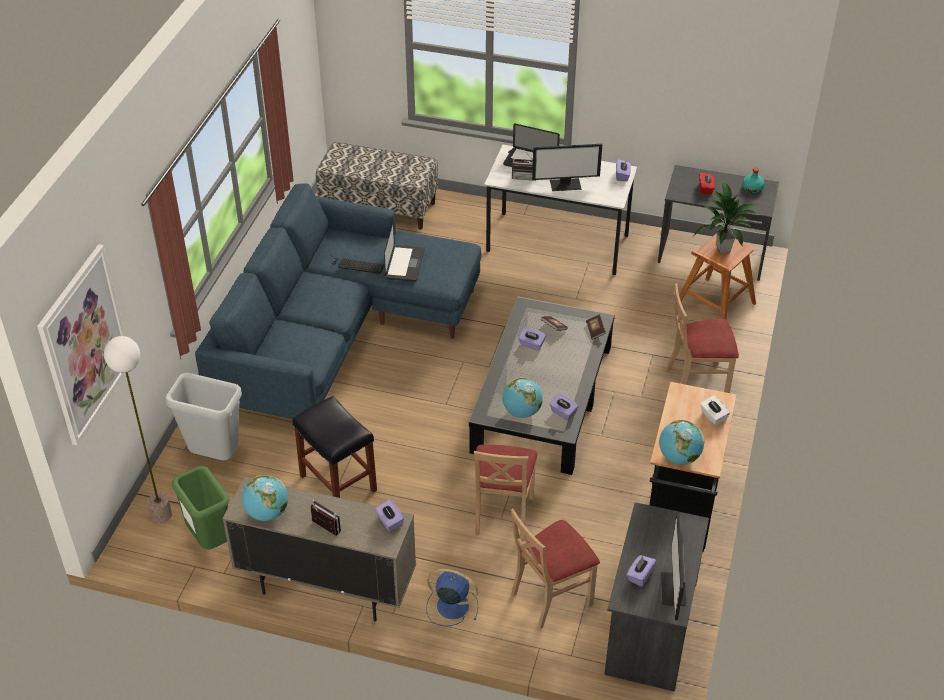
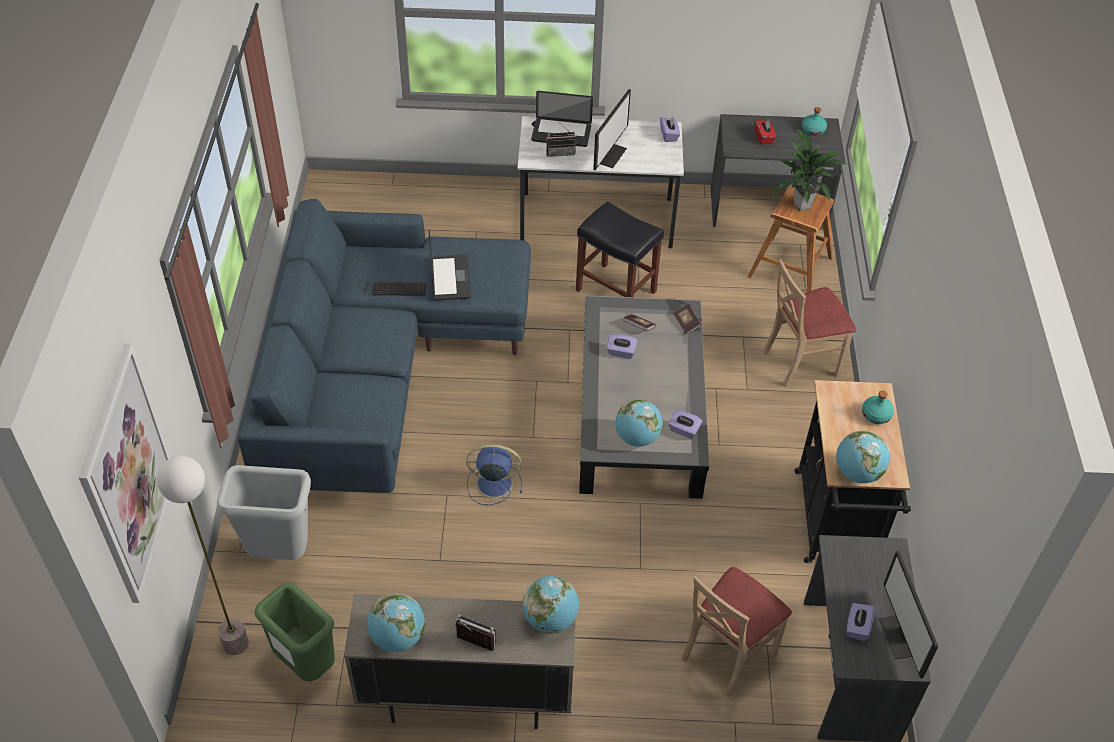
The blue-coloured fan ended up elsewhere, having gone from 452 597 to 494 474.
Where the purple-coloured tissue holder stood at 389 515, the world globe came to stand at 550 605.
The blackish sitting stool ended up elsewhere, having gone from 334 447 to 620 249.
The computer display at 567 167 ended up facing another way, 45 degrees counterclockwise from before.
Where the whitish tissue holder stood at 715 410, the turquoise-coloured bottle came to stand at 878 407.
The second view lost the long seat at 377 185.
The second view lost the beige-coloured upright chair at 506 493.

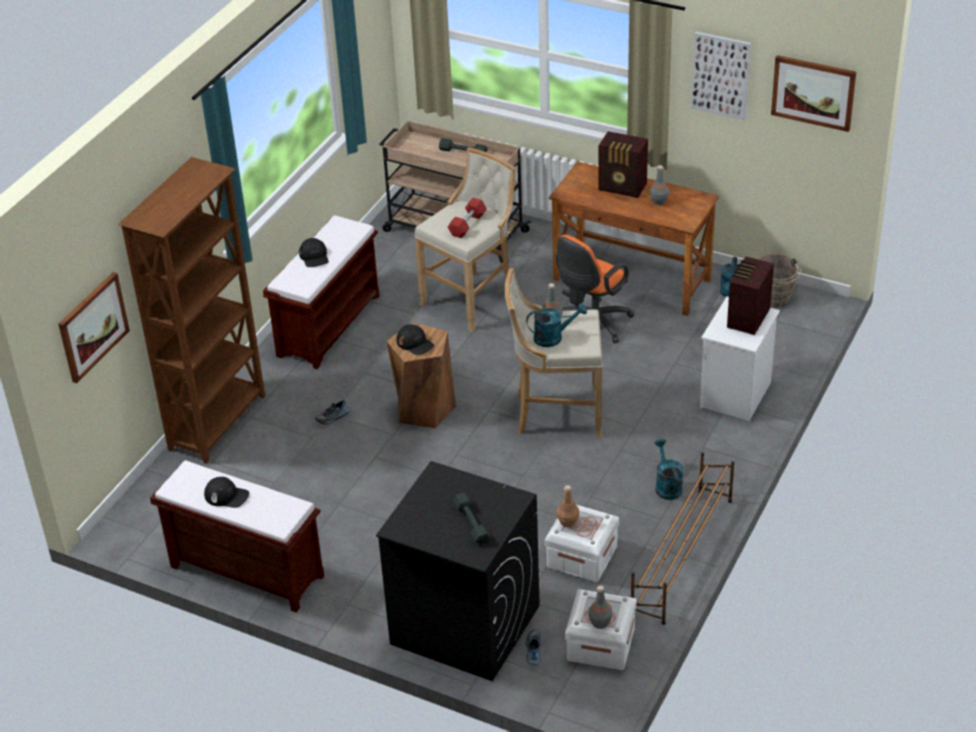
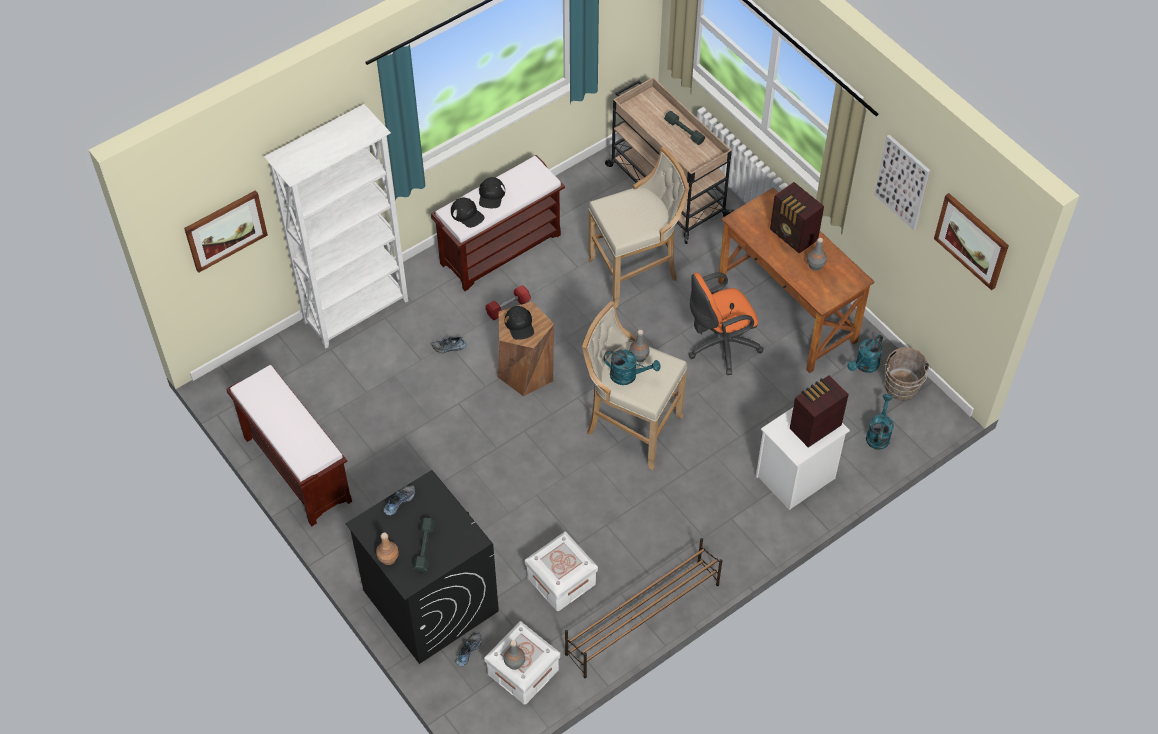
What was the brownish bookshelf at 191 310 turned into the whitish bookshelf at 336 226.
The brownish bottle ended up elsewhere, having gone from 568 506 to 387 549.
The second view gained the shoe at 399 500.
The blackish baseball cap ended up elsewhere, having gone from 226 492 to 468 213.
The red free weight ended up elsewhere, having gone from 467 218 to 508 302.
The turquoise-coloured sprinkling can ended up elsewhere, having gone from 669 469 to 880 422.

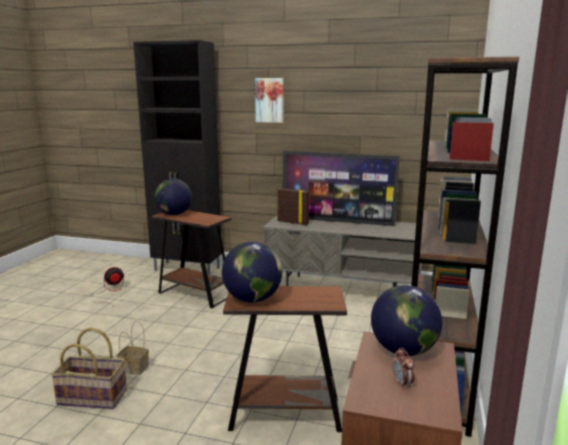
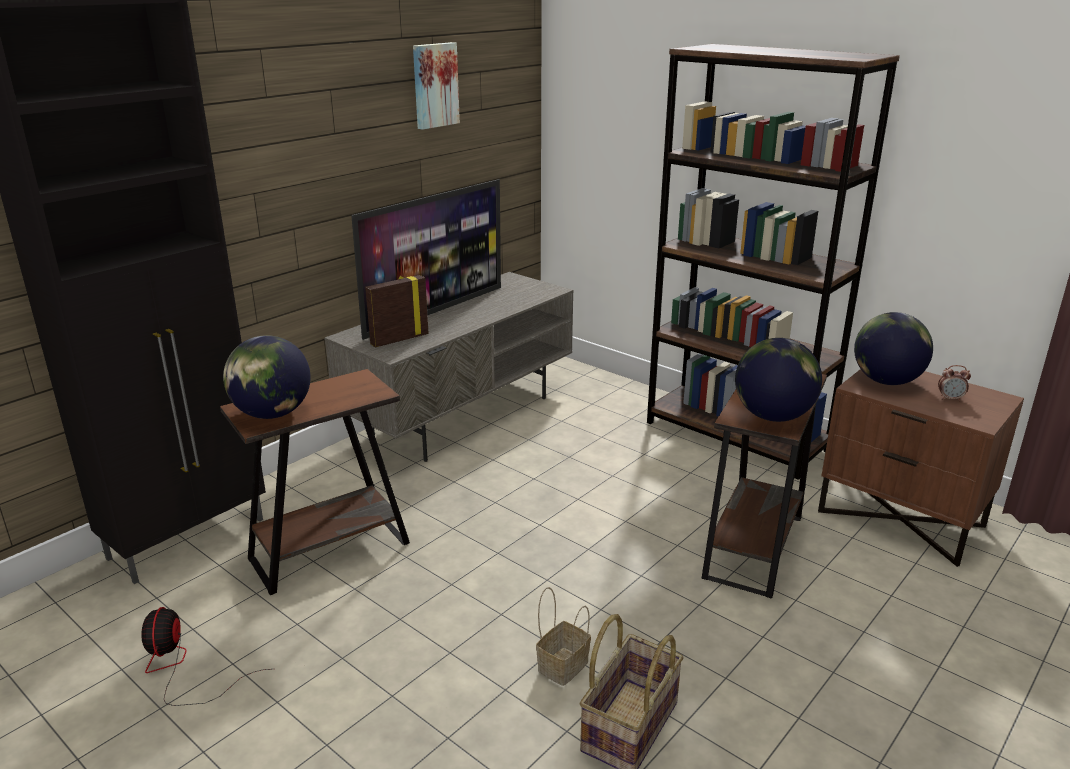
The picture ended up elsewhere, having gone from 269 100 to 436 86.

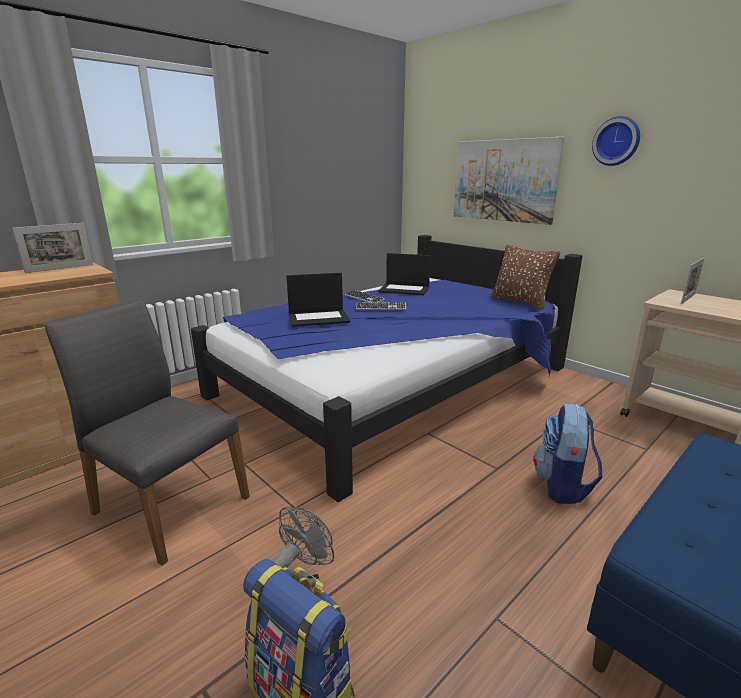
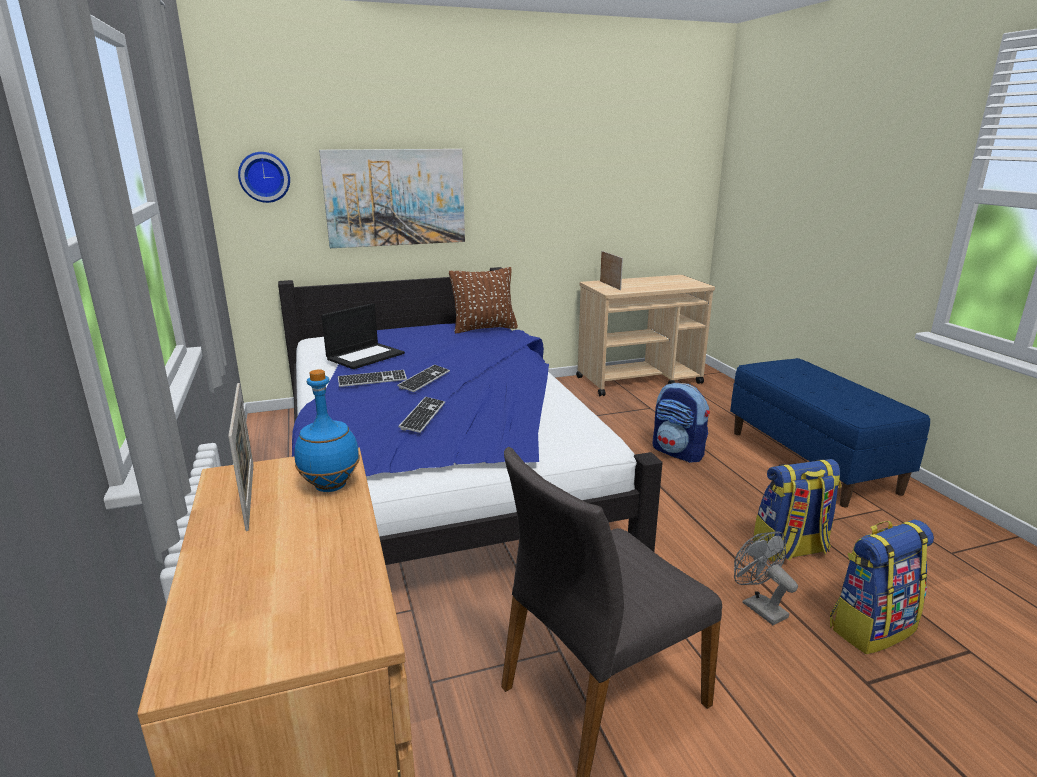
The clock on the wall ended up elsewhere, having gone from 616 141 to 264 177.
The second view gained the blue-coloured bottle at 327 430.
Where the notebook computer stood at 318 300, the computer keyboard came to stand at 421 415.
The second view gained the rucksack at 797 510.

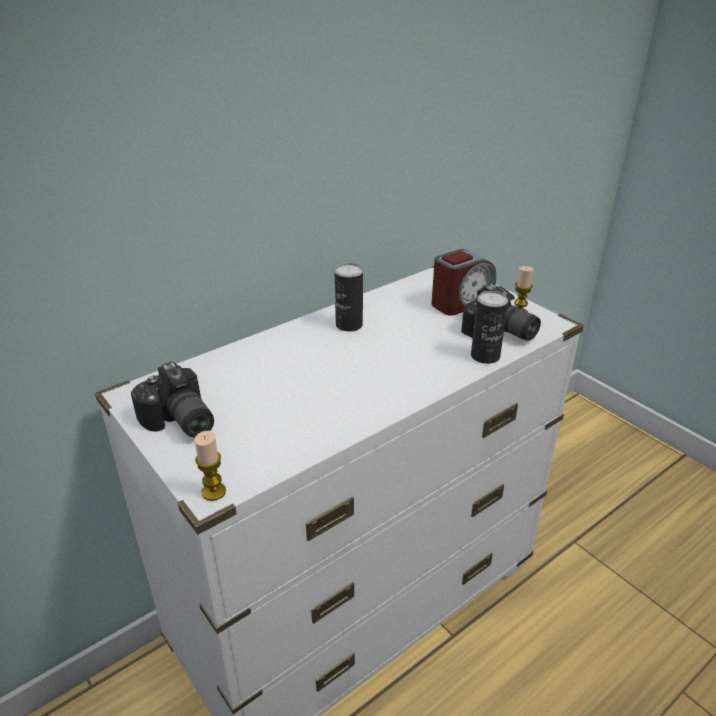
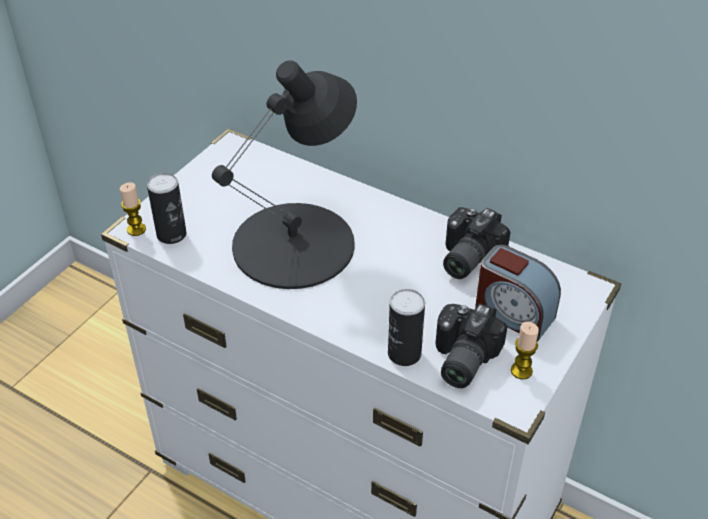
The metal can ended up elsewhere, having gone from 349 297 to 167 208.
The second view gained the blackish table lamp at 284 175.
The photo camera ended up elsewhere, having gone from 172 400 to 476 243.

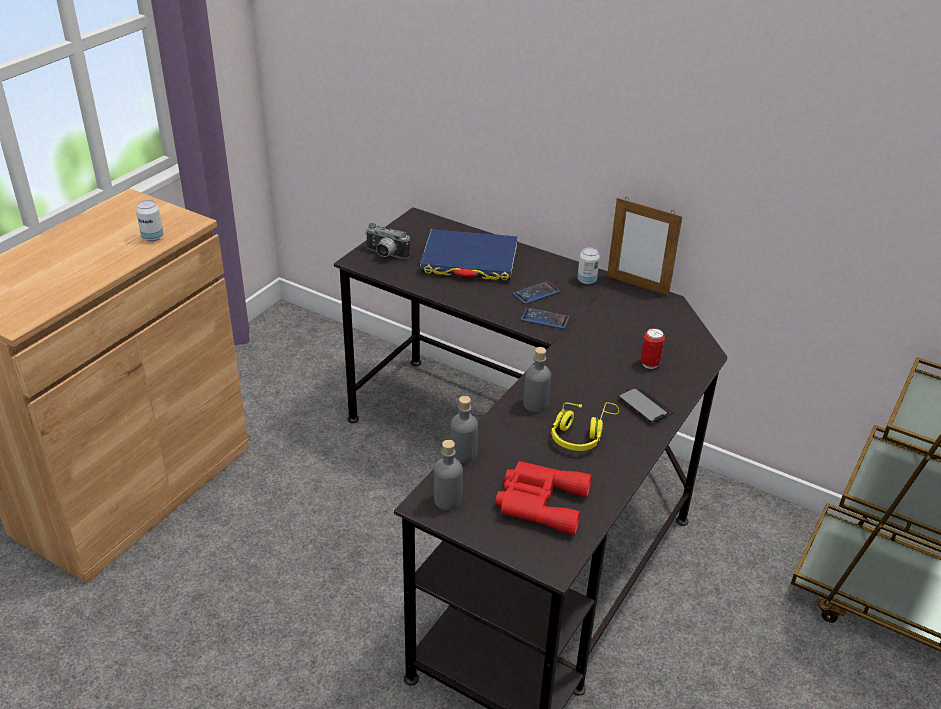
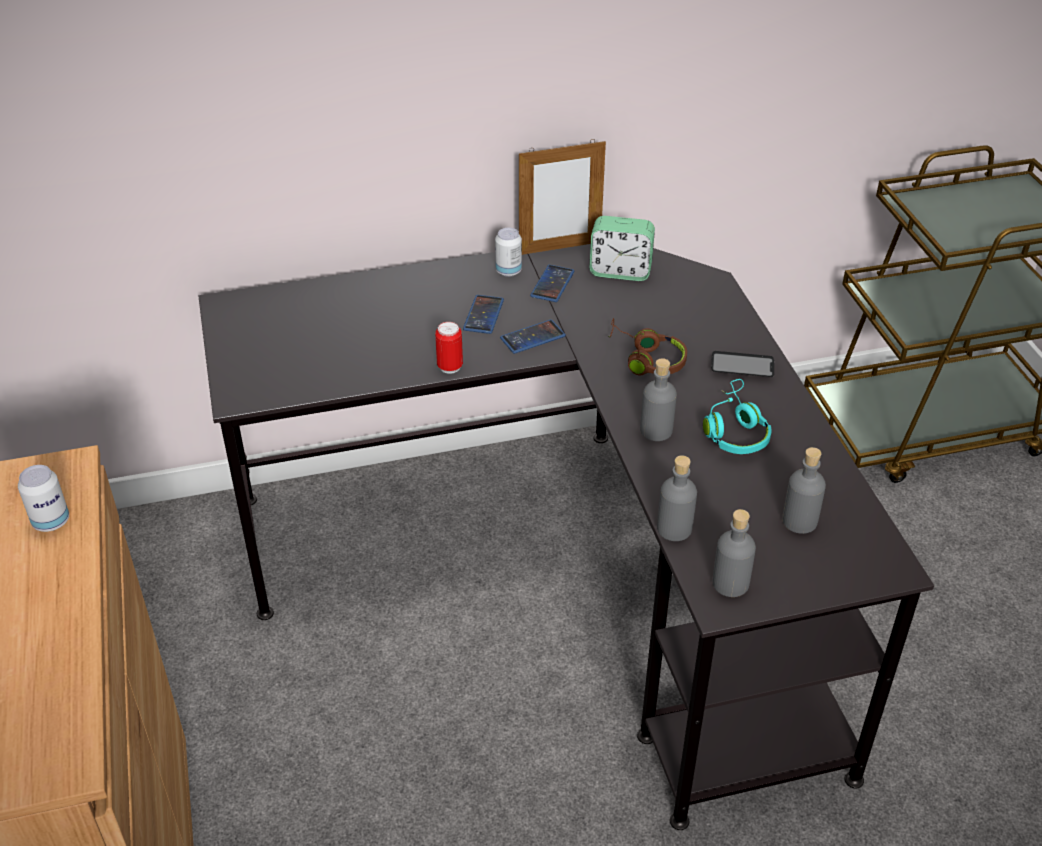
The metal can ended up elsewhere, having gone from 653 348 to 449 348.
The second view gained the telephone at 552 283.
The second view gained the bedside clock at 622 248.
The second view gained the brownish headphones at 647 346.
What was the yellowish headphones at 585 426 turned into the turquoise-coloured headphones at 737 416.
Where the red field glasses stood at 543 498, the grey bottle came to stand at 804 490.
The second view lost the photo camera at 387 241.
The second view lost the blue-coloured volume at 469 255.

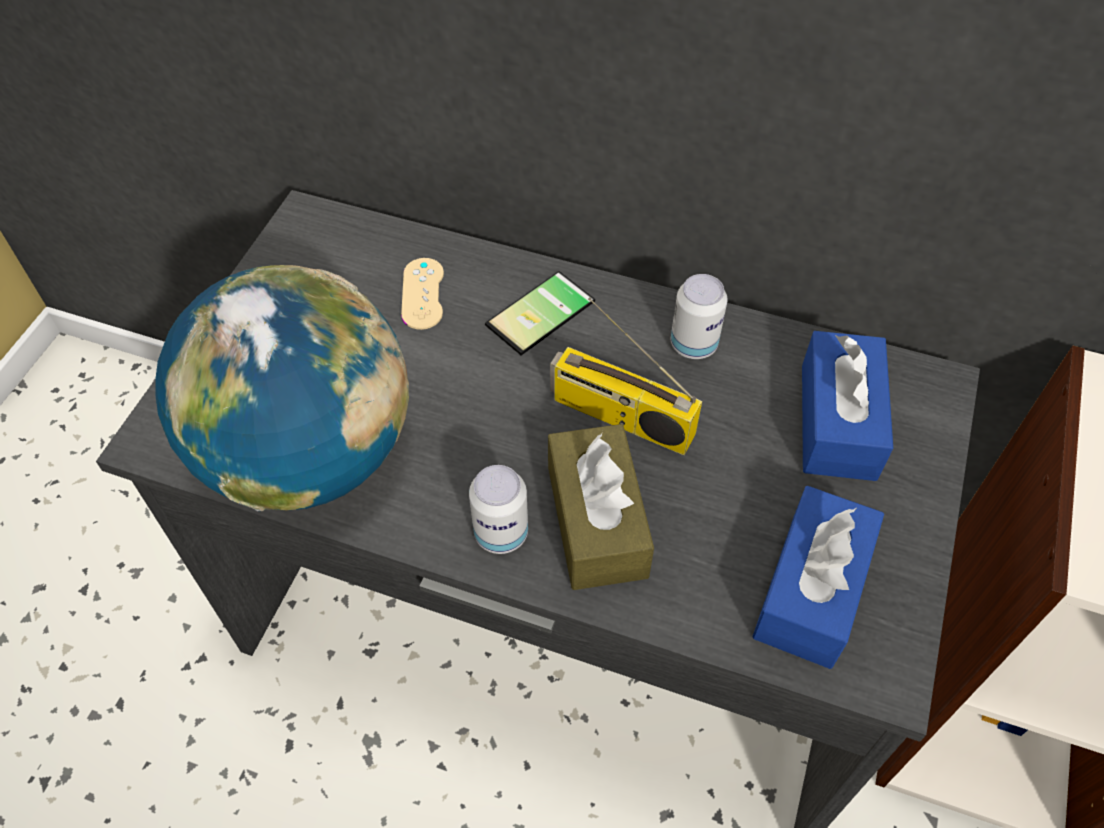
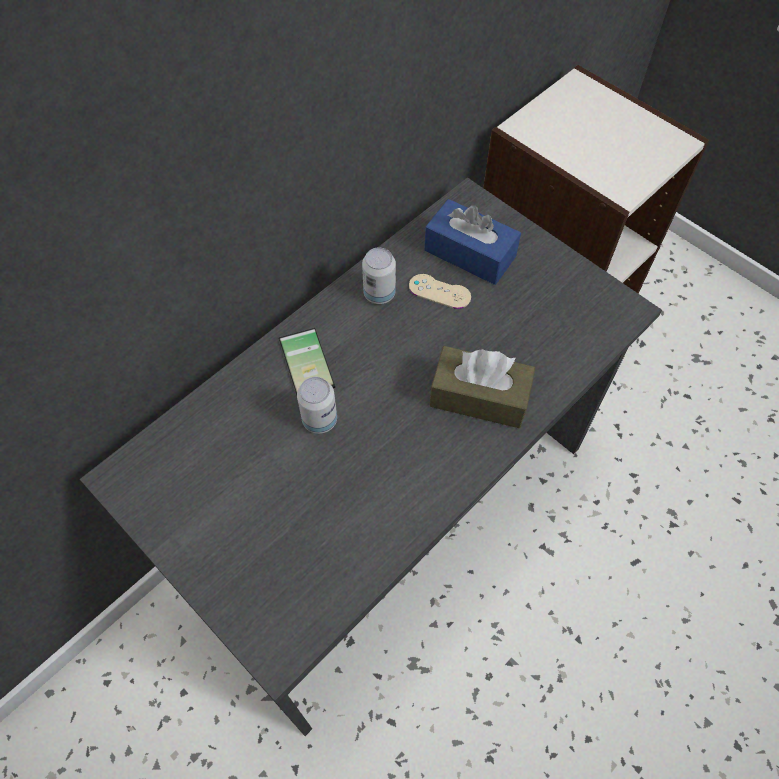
The metal can ended up elsewhere, having gone from 498 509 to 317 405.
The beige-coloured joypad ended up elsewhere, having gone from 422 294 to 440 291.
The second view lost the world globe at 282 388.
The second view lost the radio set at 626 376.
The second view lost the blue-coloured tissue holder at 818 577.

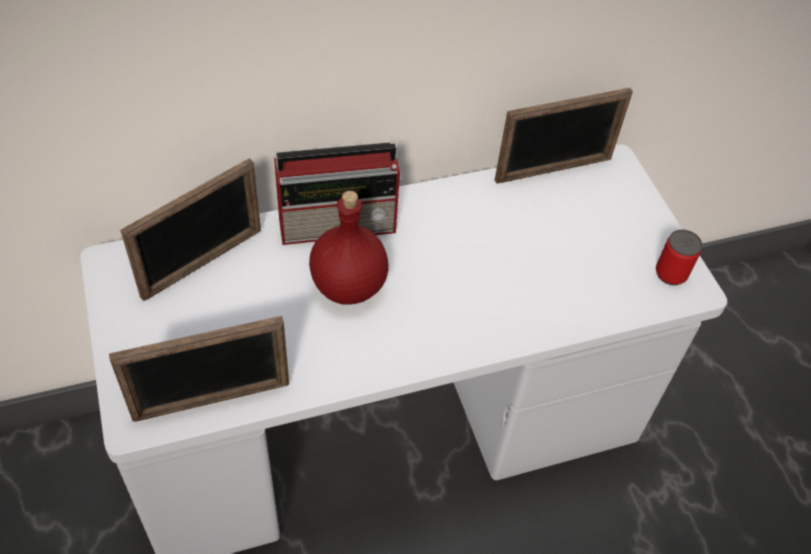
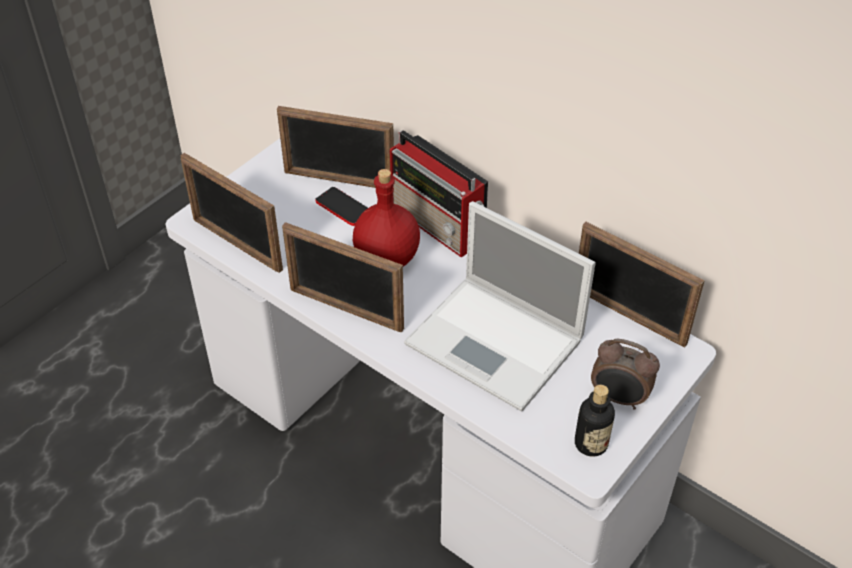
The second view gained the photo frame at 343 277.
The second view gained the telephone at 341 206.
The second view gained the notebook computer at 500 306.
Where the metal can stood at 679 257, the bottle came to stand at 595 420.
The second view gained the bedside clock at 625 374.

